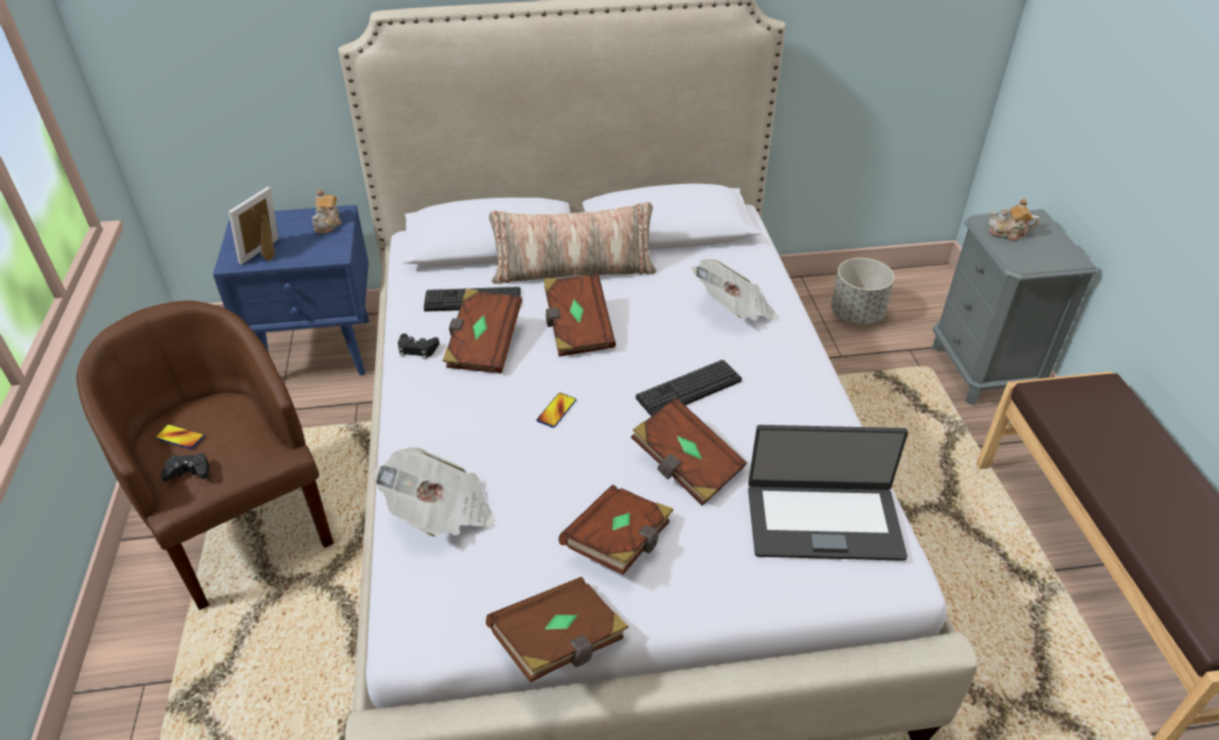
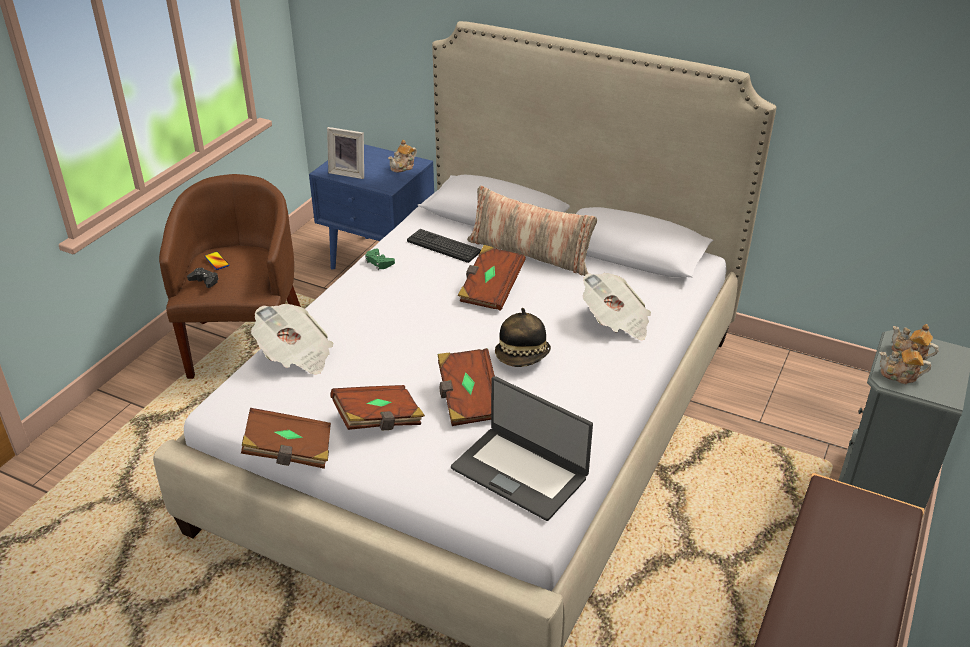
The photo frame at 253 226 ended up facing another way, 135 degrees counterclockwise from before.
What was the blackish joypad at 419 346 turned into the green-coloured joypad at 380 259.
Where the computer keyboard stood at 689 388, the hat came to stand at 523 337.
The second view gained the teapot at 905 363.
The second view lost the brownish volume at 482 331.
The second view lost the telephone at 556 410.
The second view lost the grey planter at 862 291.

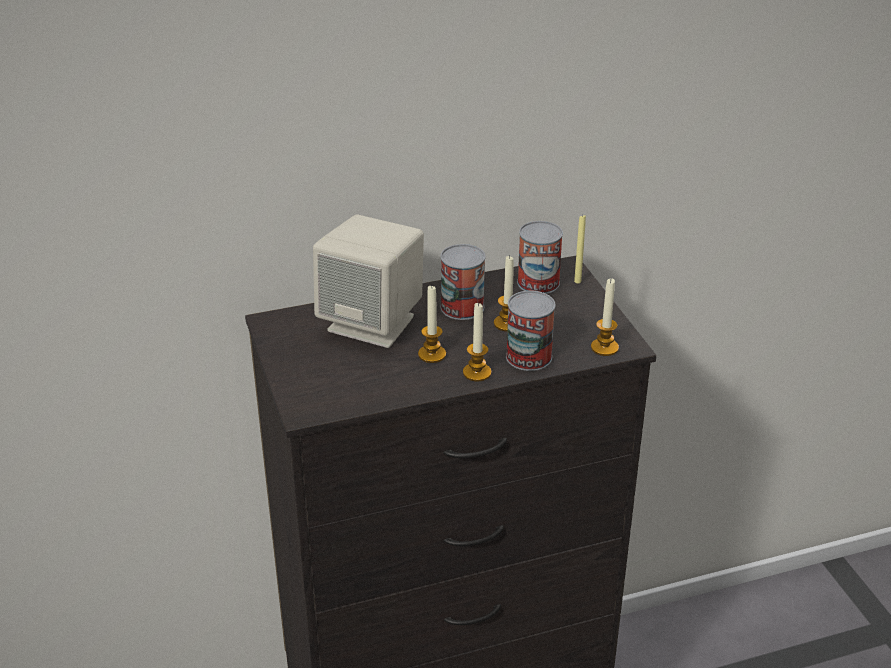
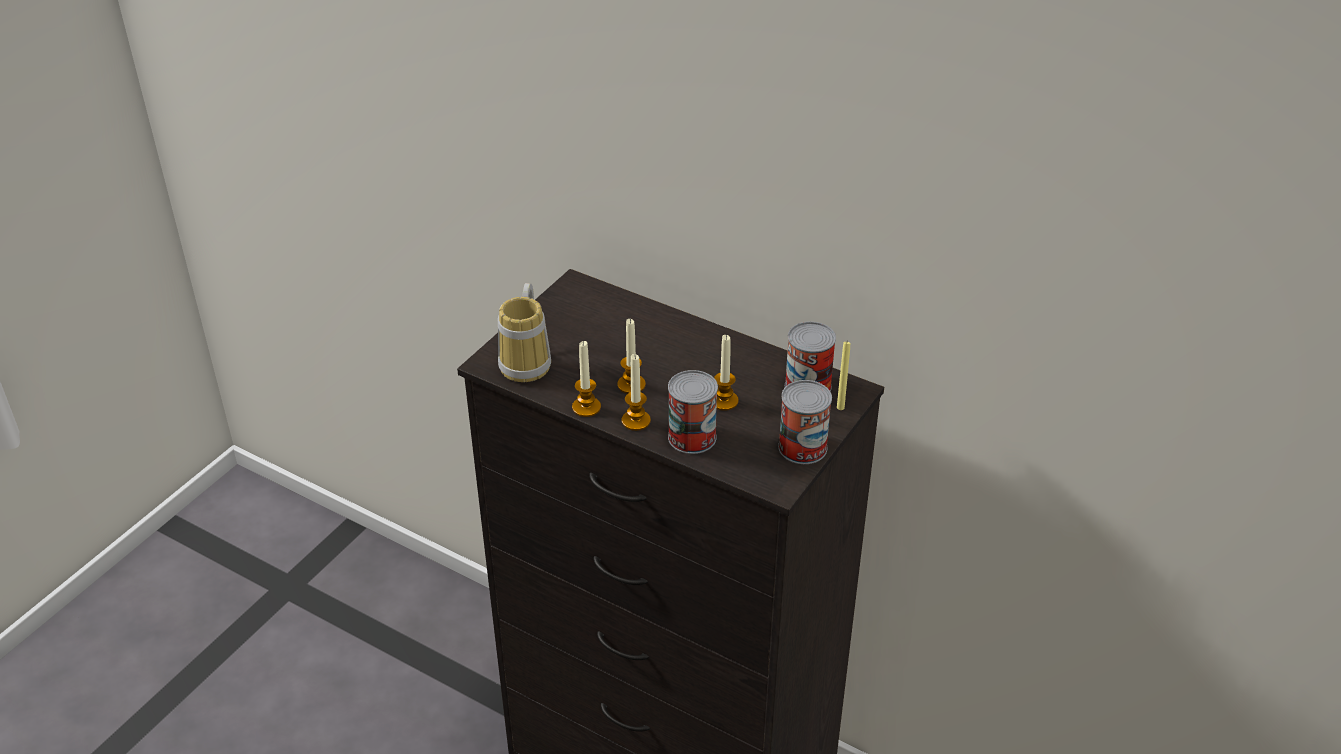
The second view gained the mug at 524 332.
The wax candle ended up elsewhere, having gone from 605 317 to 586 379.
The metal can ended up elsewhere, having gone from 463 282 to 805 422.
The second view lost the beige-coloured audio speaker at 368 281.

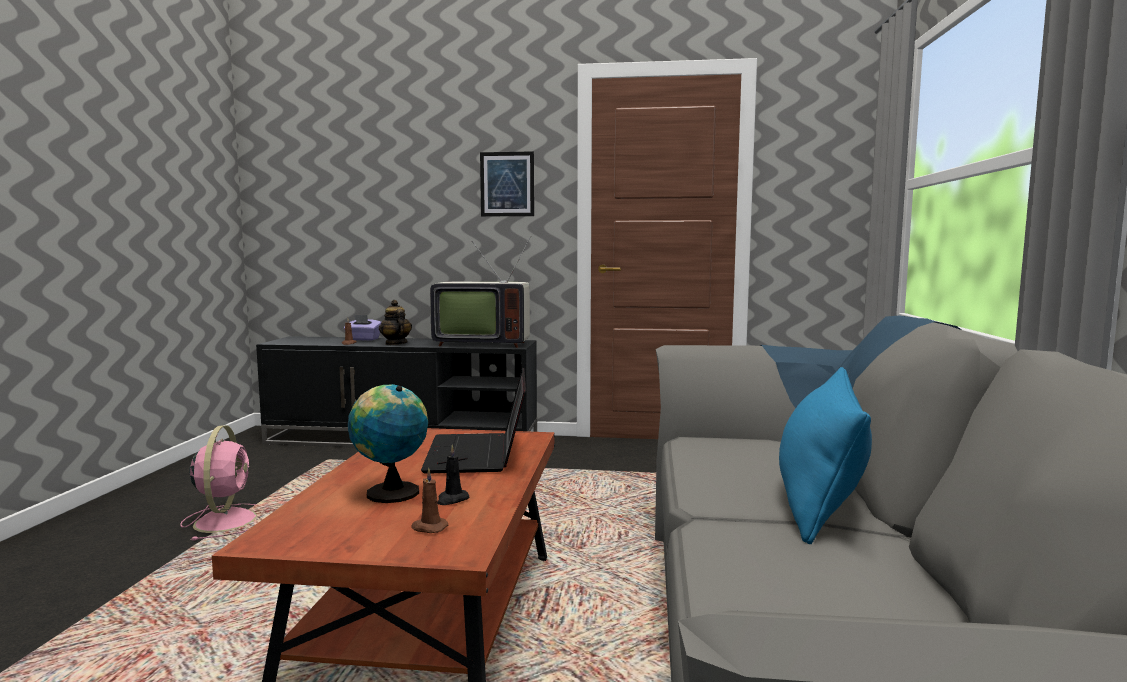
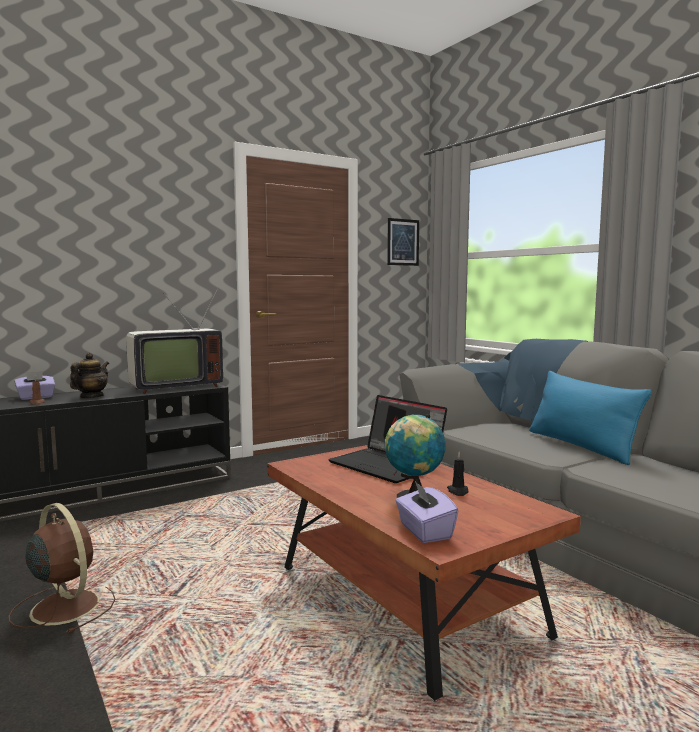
What was the pinkish fan at 218 483 turned into the brownish fan at 62 568.
The teapot at 395 322 ended up facing another way, 90 degrees clockwise from before.
The picture ended up elsewhere, having gone from 507 183 to 403 242.
The second view gained the purple-coloured tissue holder at 427 512.
The second view lost the brownish wax candle at 430 500.

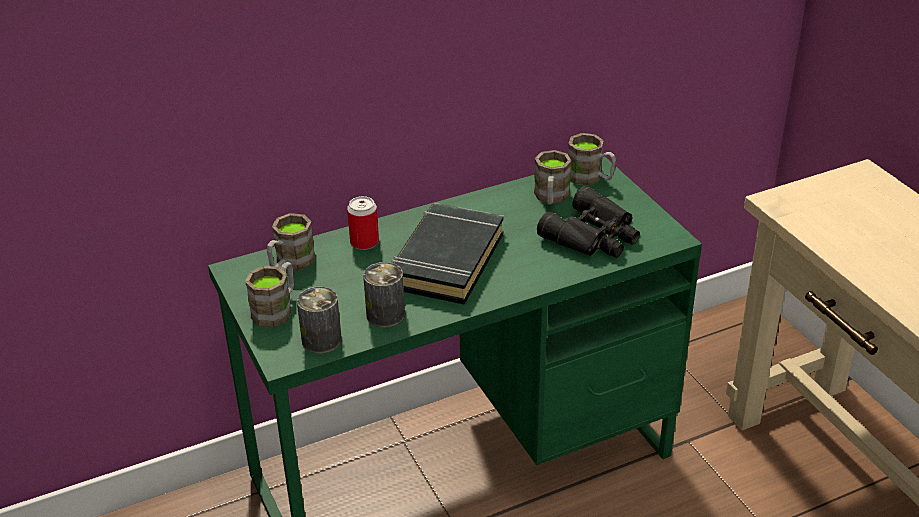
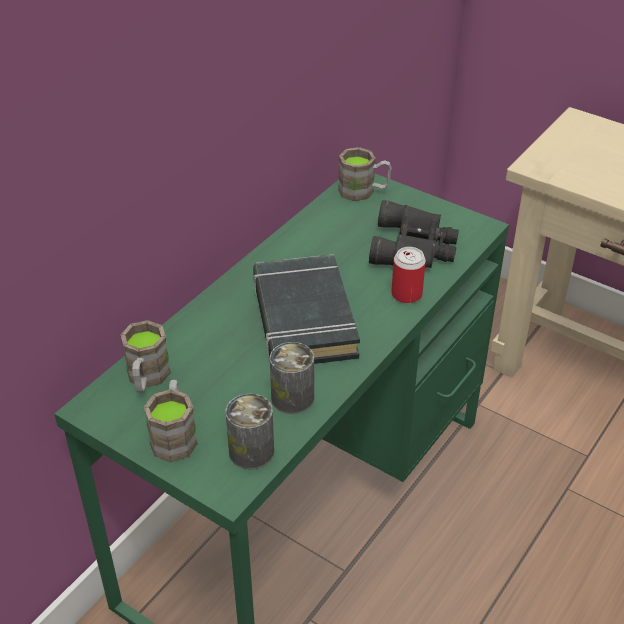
The metal can ended up elsewhere, having gone from 363 223 to 408 275.
The second view lost the brownish mug at 552 177.

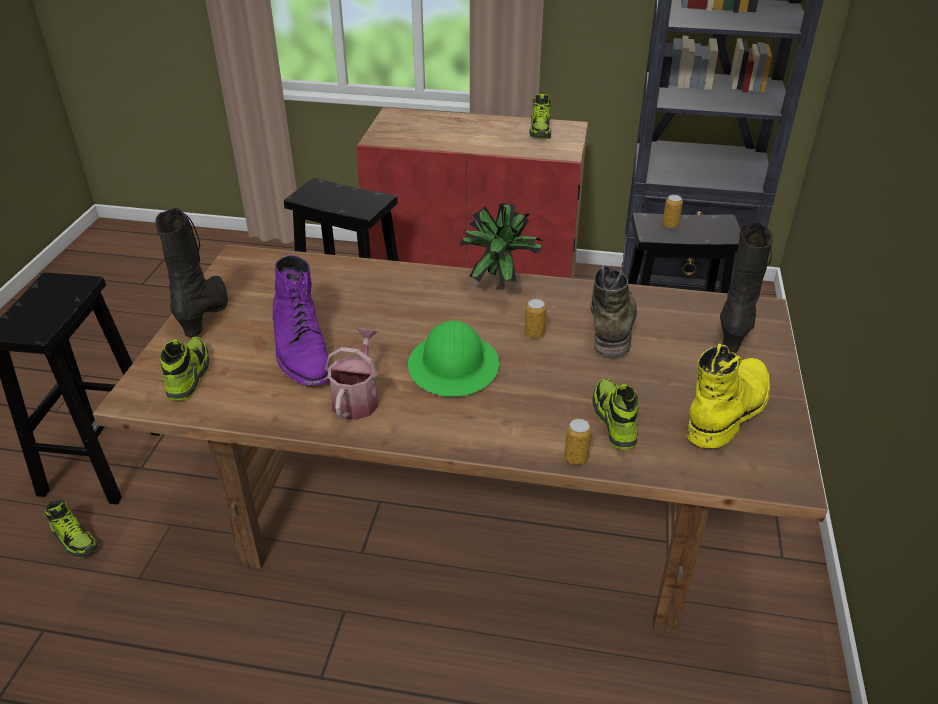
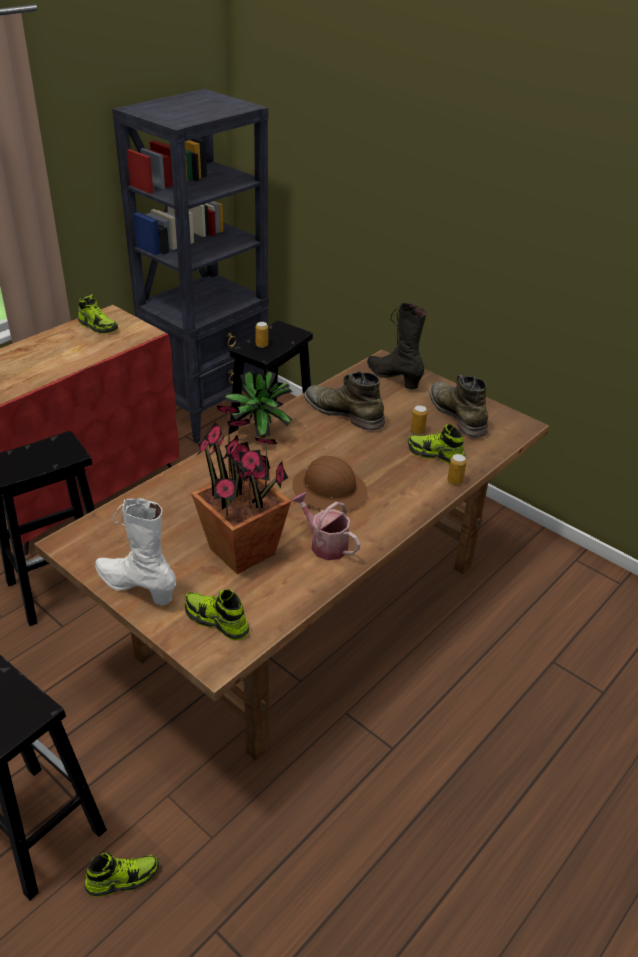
What was the blackish boot at 191 272 turned into the whitish boot at 135 551.
Where the purple-coloured boot stood at 301 320, the plant in a pot came to stand at 241 490.
What was the green-coloured safety helmet at 453 358 turned into the brownish safety helmet at 330 483.
The metal can ended up elsewhere, having gone from 535 319 to 419 420.
What was the yellowish boot at 728 396 turned into the green-coloured boot at 459 406.

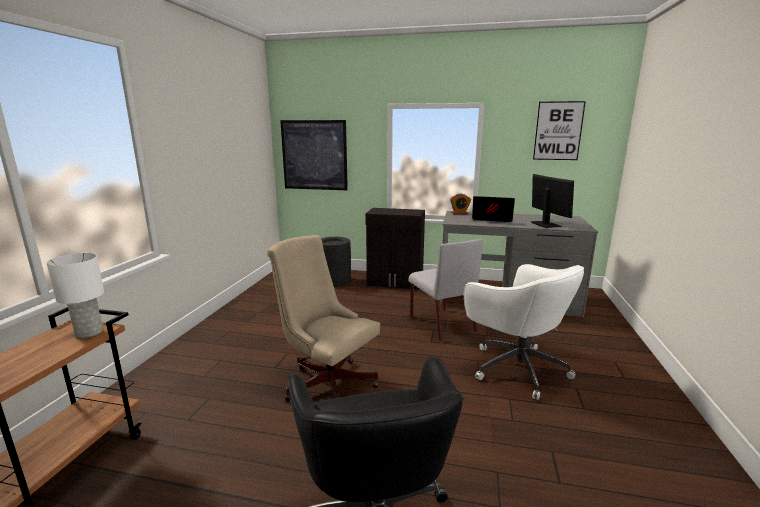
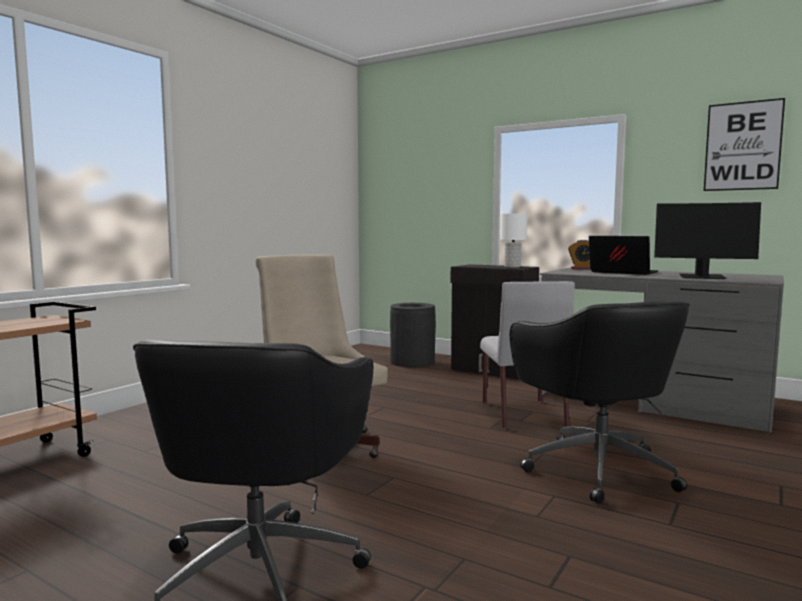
The whitish table lamp ended up elsewhere, having gone from 75 295 to 513 241.
What was the whitish computer chair at 524 332 turned into the blackish computer chair at 600 402.
The computer display at 552 201 ended up facing another way, 105 degrees clockwise from before.
The second view lost the picture at 314 155.

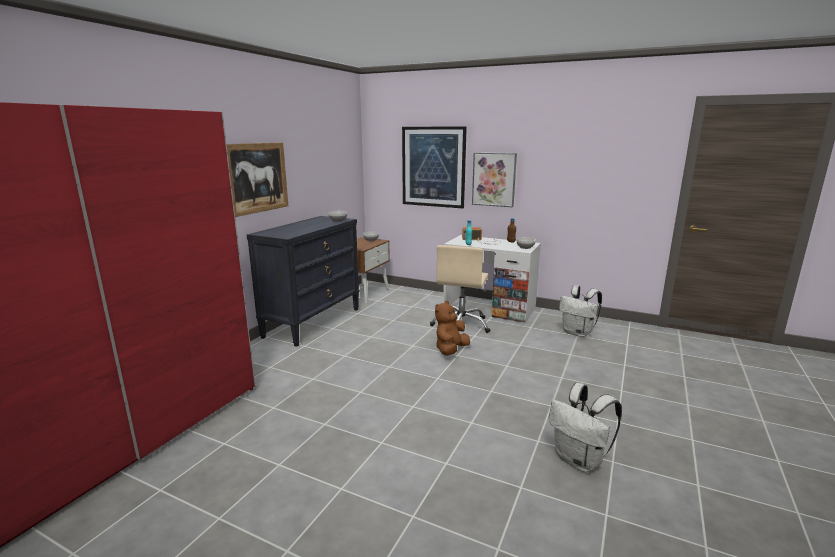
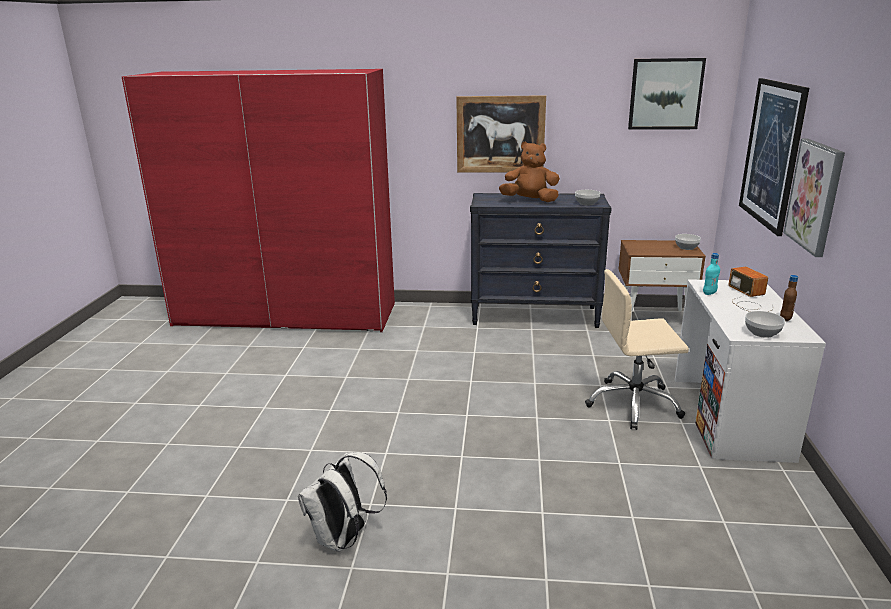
The brownish plush toy ended up elsewhere, having gone from 452 328 to 529 172.
The second view gained the picture at 667 94.
The second view lost the whitish rucksack at 580 311.

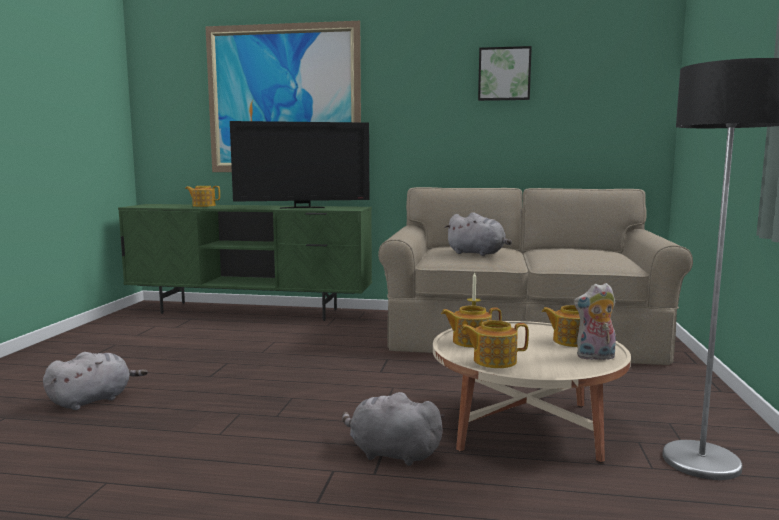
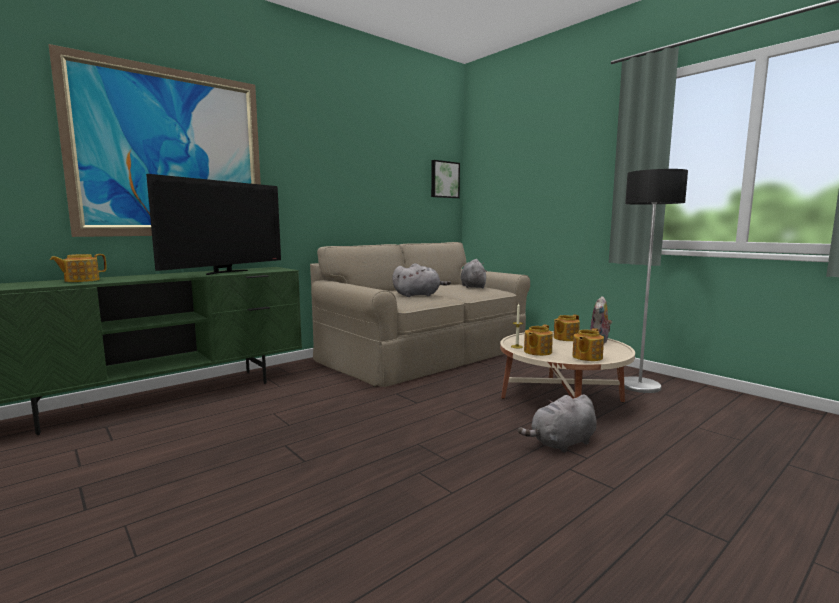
The picture ended up elsewhere, having gone from 505 73 to 445 179.
The grey plush toy ended up elsewhere, having gone from 95 381 to 474 273.

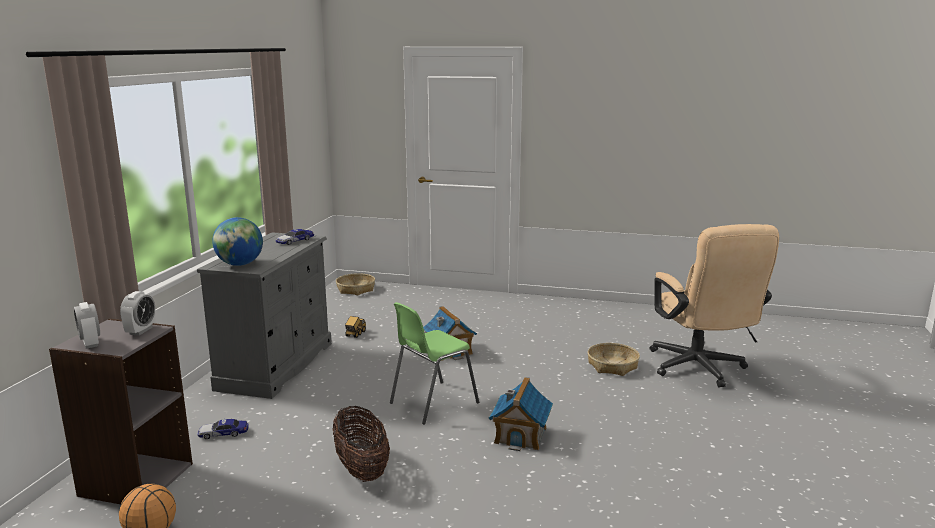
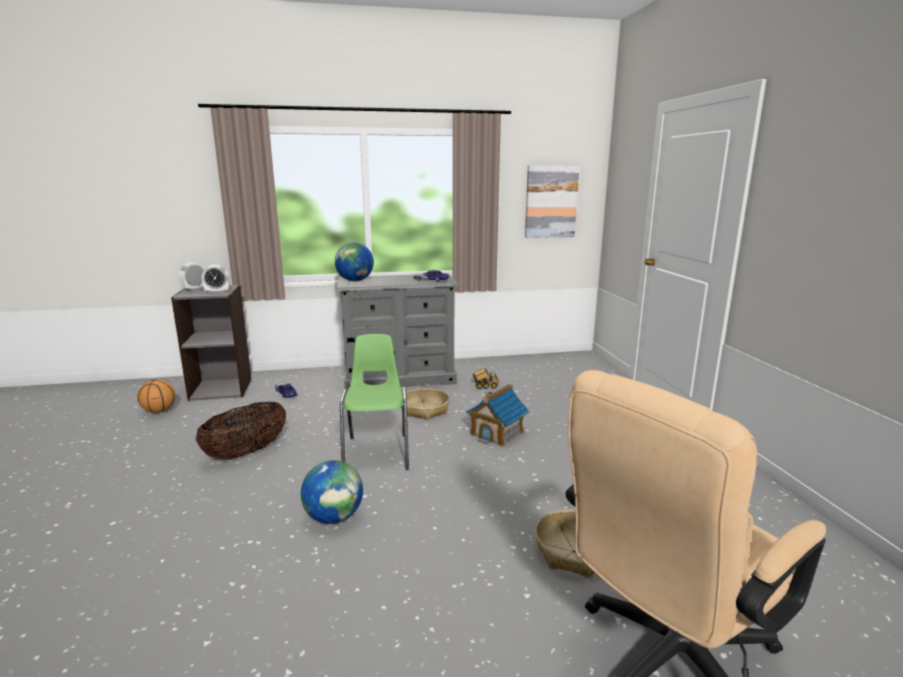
Where the toy house stood at 521 414, the world globe came to stand at 332 492.
The green-coloured upright chair at 434 363 ended up facing another way, 60 degrees clockwise from before.
The basket ended up elsewhere, having gone from 355 284 to 428 404.
The second view gained the picture at 552 201.

